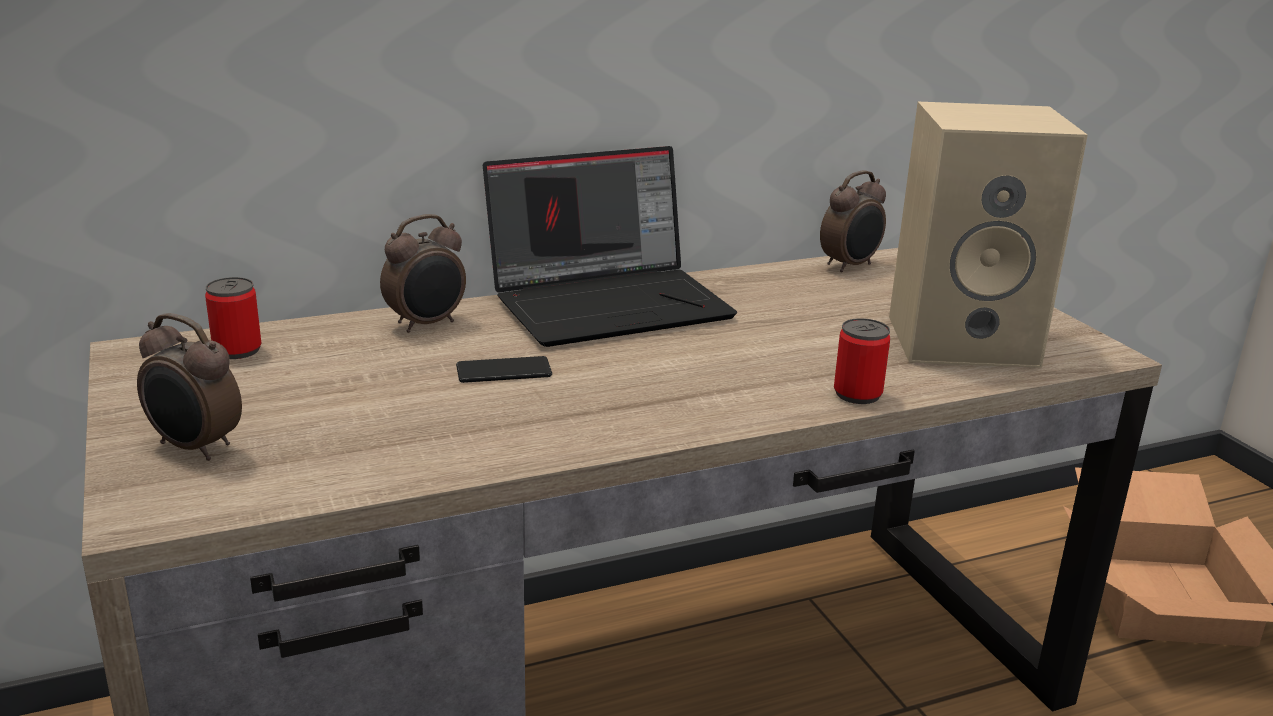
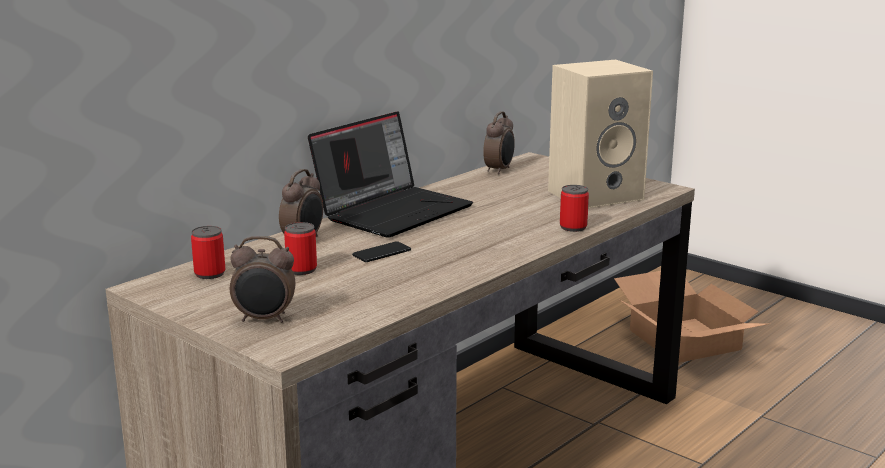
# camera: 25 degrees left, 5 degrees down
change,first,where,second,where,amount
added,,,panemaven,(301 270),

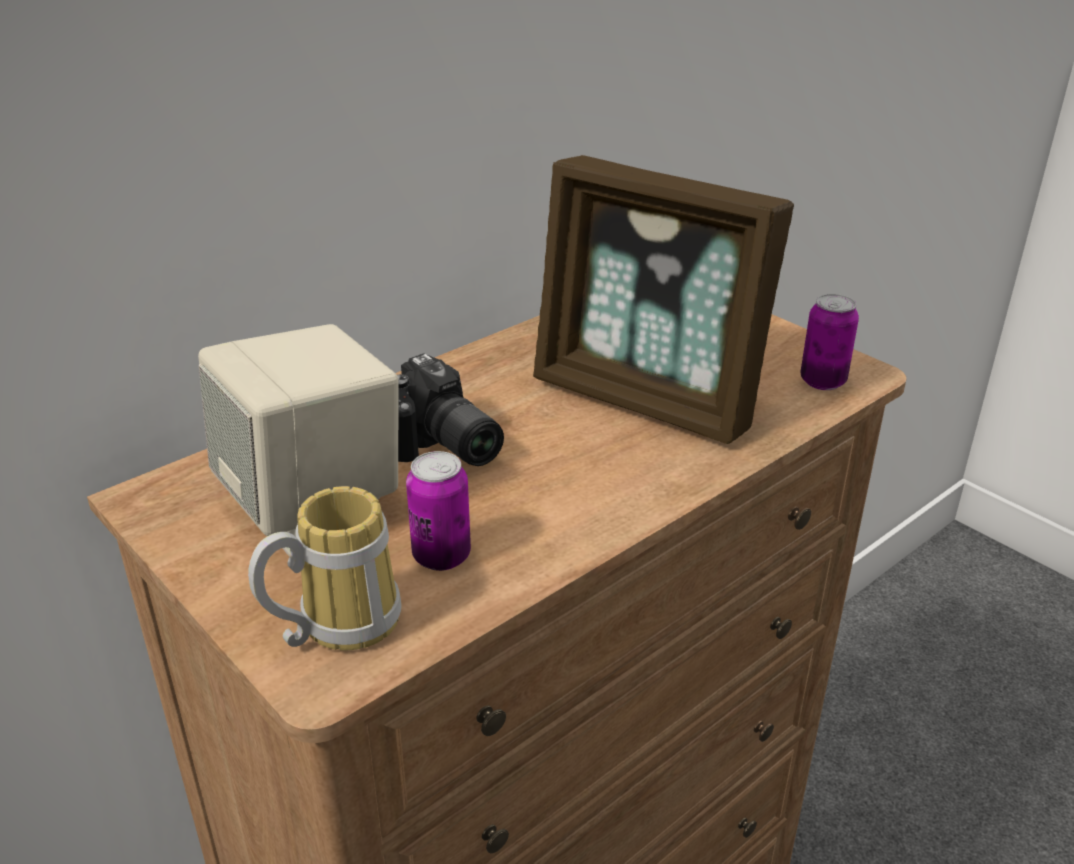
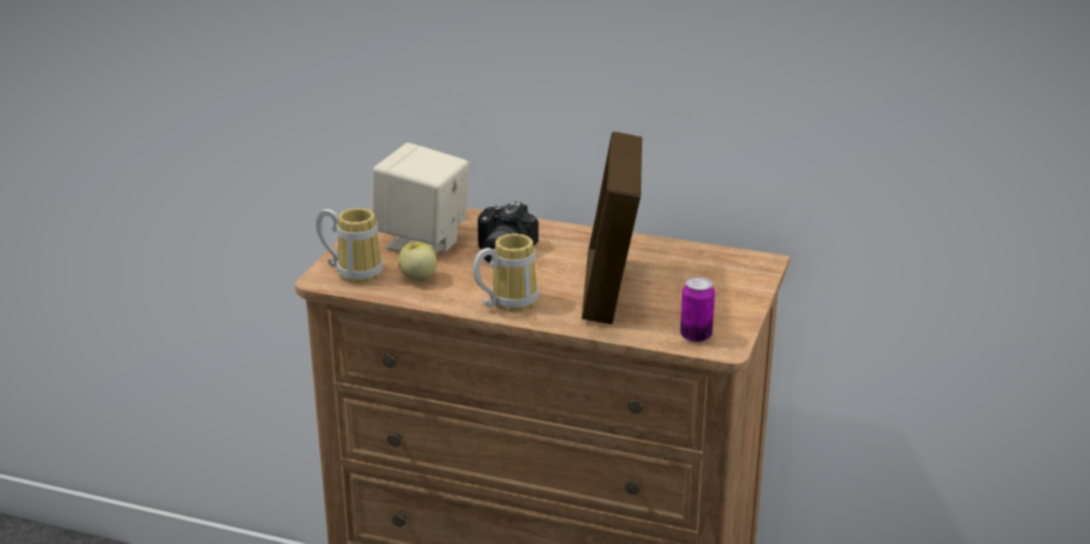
# camera: 60 degrees right, 5 degrees down
change,first,where,second,where,amount
replaced,panemaven,(441 556),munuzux,(418 278),
added,,,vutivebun,(507 302),

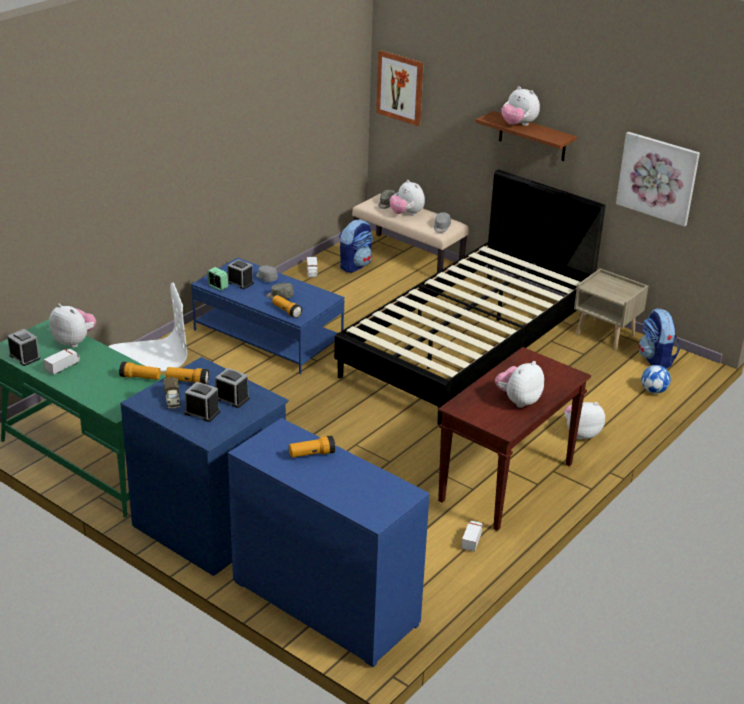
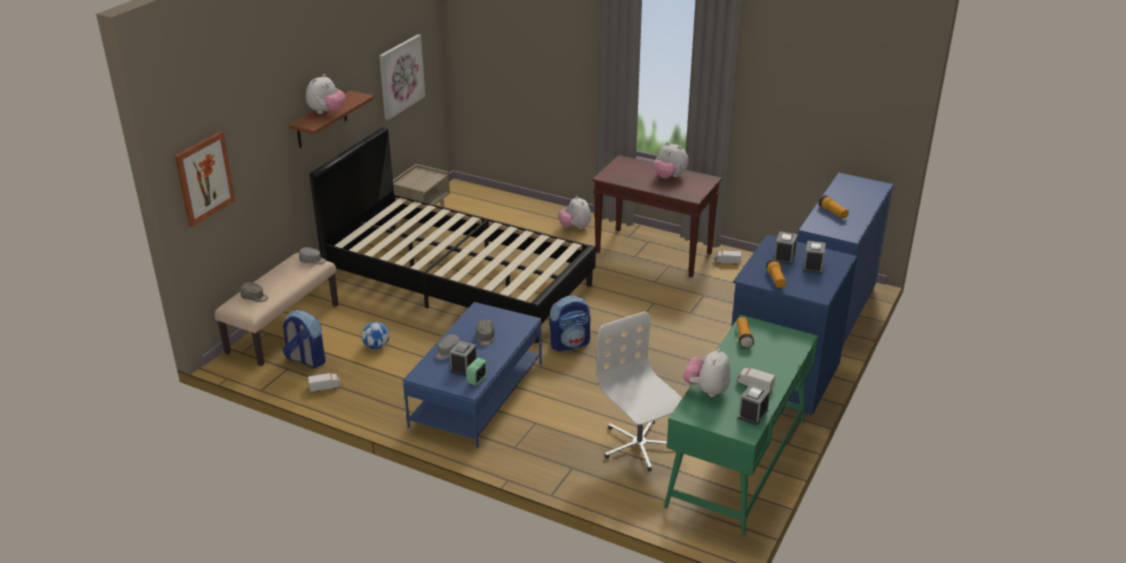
# camera: 100 degrees left, 0 degrees up
change,first,where,second,where,amount
removed,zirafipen,(172 400),,,
removed,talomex,(286 311),,,
removed,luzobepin,(406 214),,,
moved,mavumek,(656 360),,(570 344),
moved,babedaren,(653 391),,(376 346),

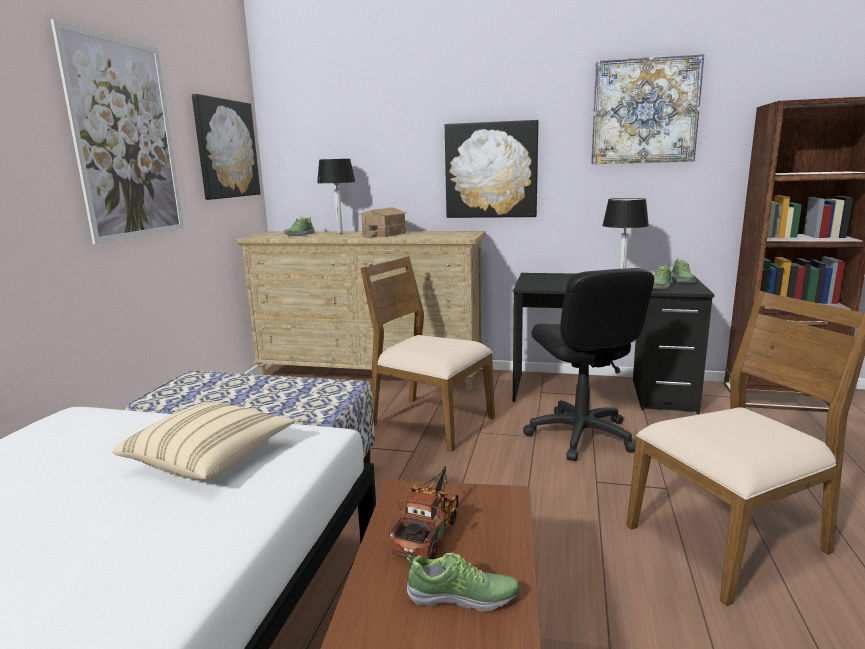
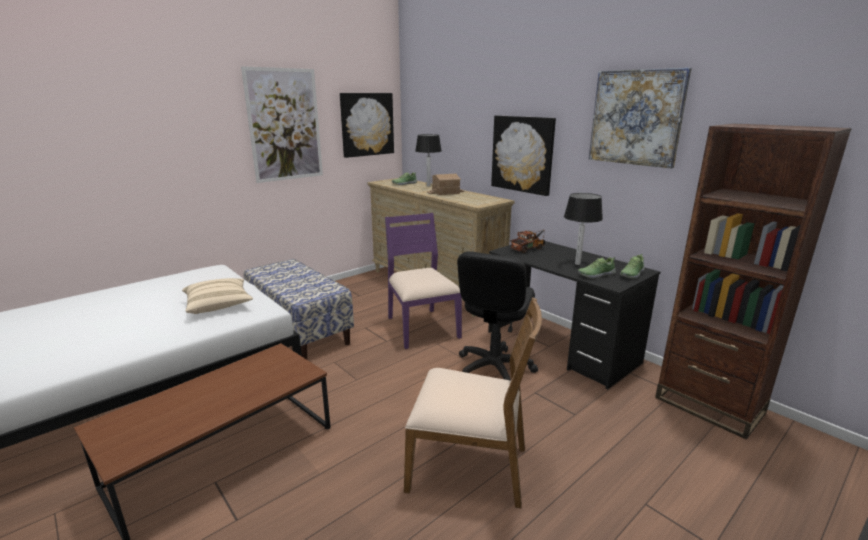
# camera: 35 degrees right, 5 degrees up
change,first,where,second,where,amount
recoloured,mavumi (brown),(430 421),mavumi (purple),(421 327),
moved,zirafipen,(429 531),,(529 248),
removed,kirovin,(462 597),,,

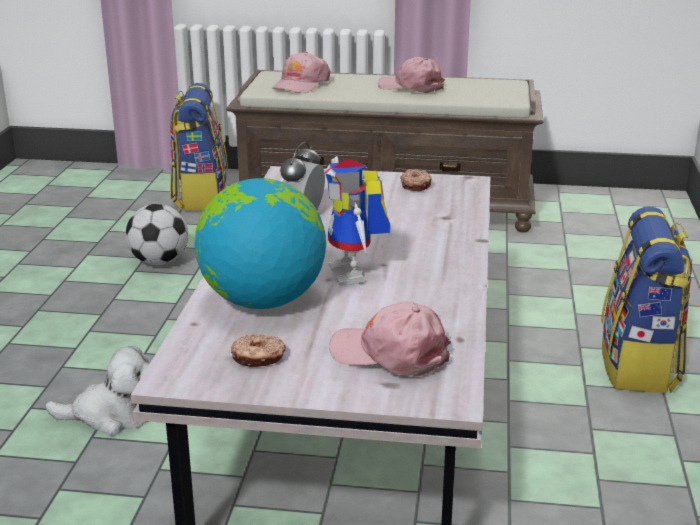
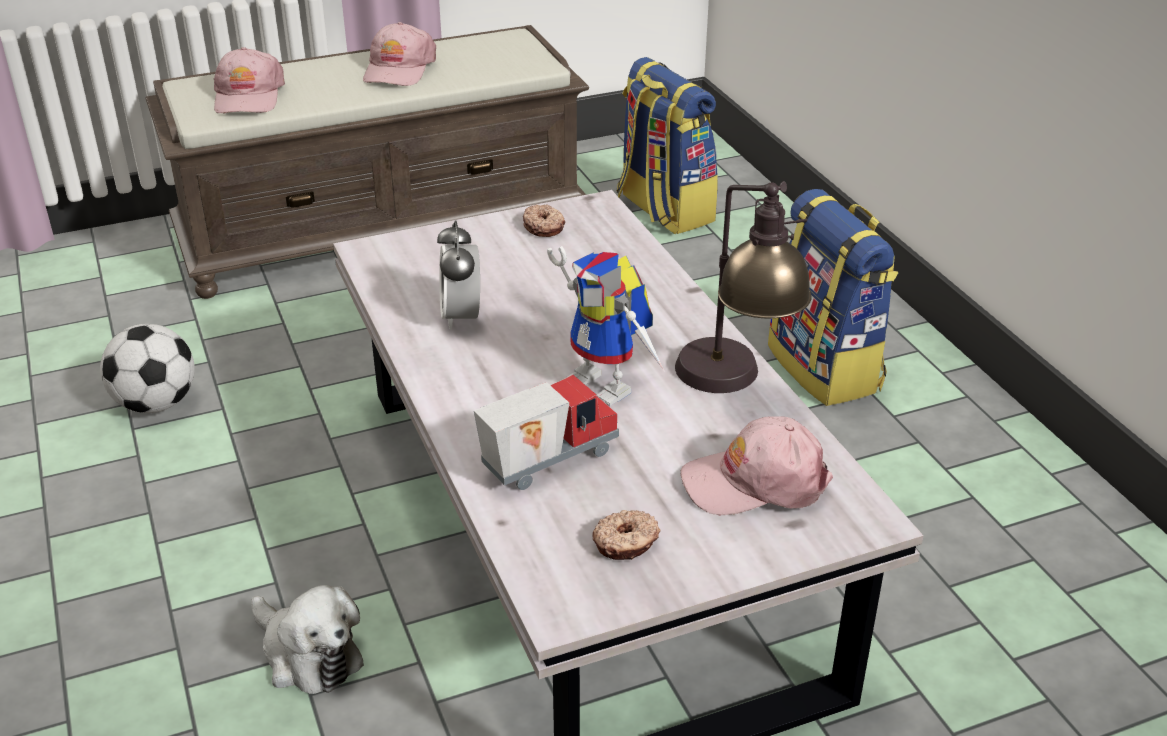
# camera: 30 degrees left, 10 degrees up
change,first,where,second,where,amount
turned,luzobepin,(111 415),,(308 655),75 degrees clockwise
moved,mavumek,(200 197),,(663 210),
replaced,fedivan,(263 301),zirafipen,(546 459),
turned,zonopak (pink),(411 87),,(399 69),75 degrees counterclockwise
added,,,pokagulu,(735 385),

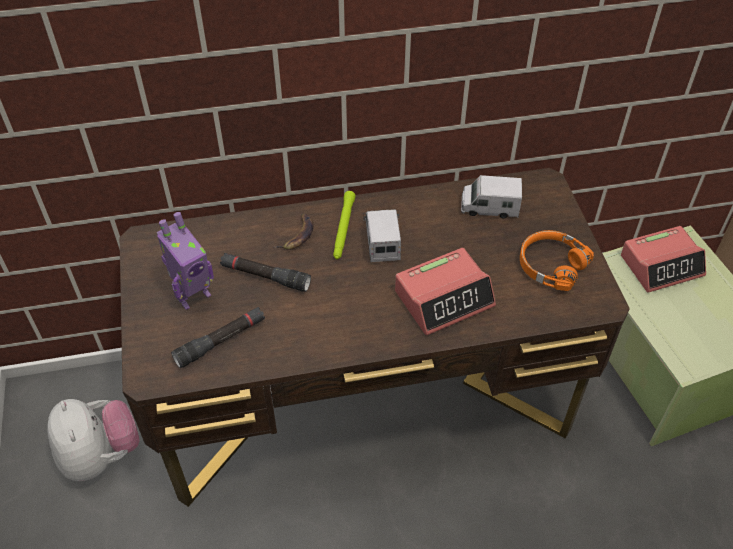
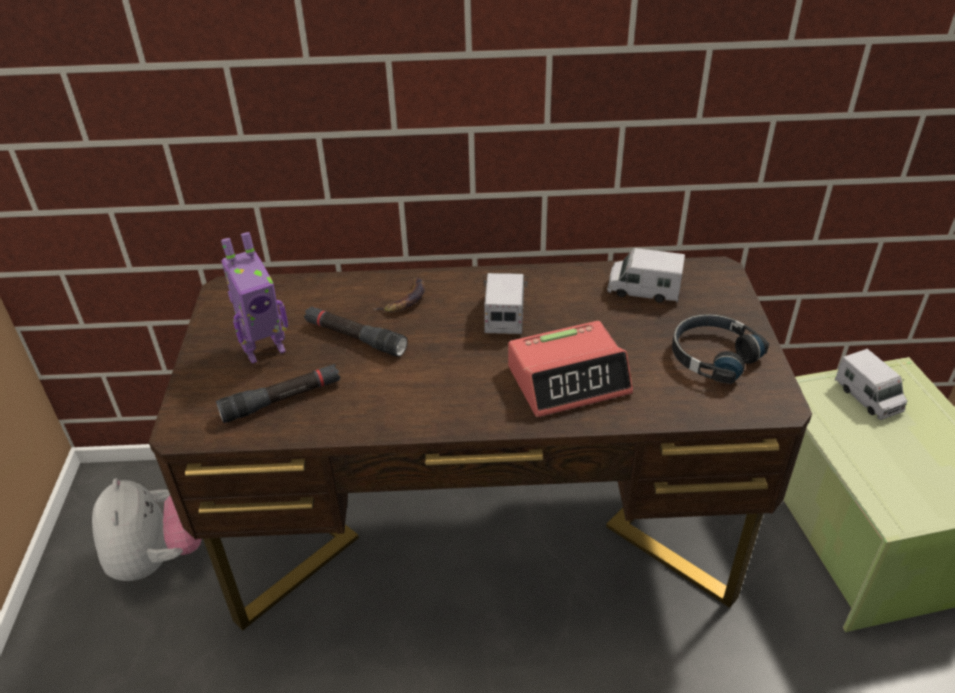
# camera: 10 degrees right, 10 degrees down
change,first,where,second,where,amount
removed,talomex (green),(343 229),,,
recoloured,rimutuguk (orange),(551 265),rimutuguk (black),(712 356),
replaced,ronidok,(662 265),zirafipen,(868 397),

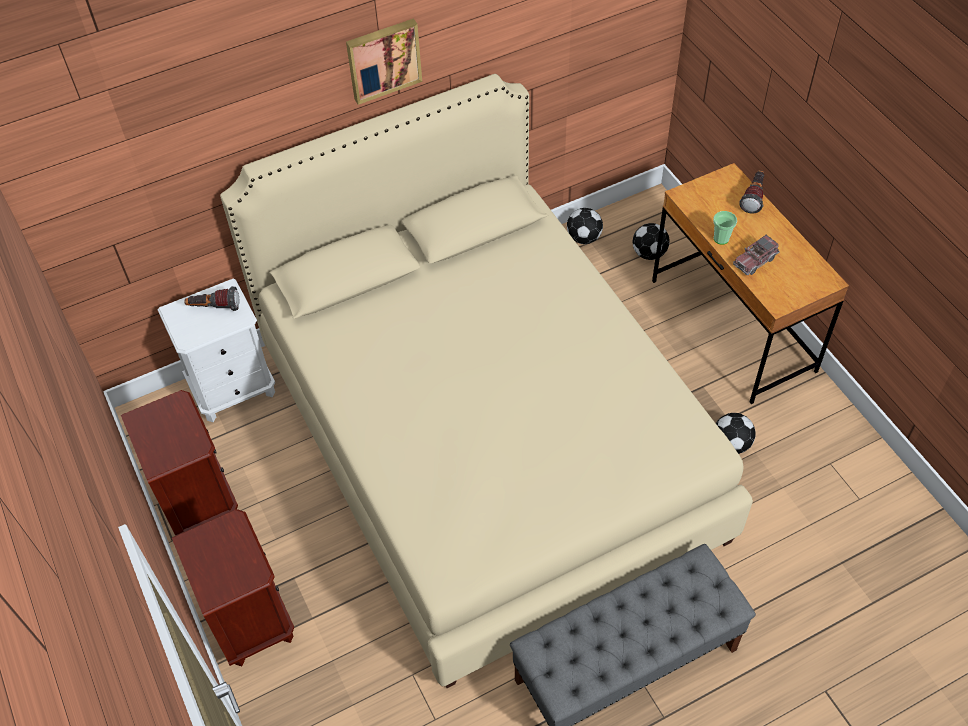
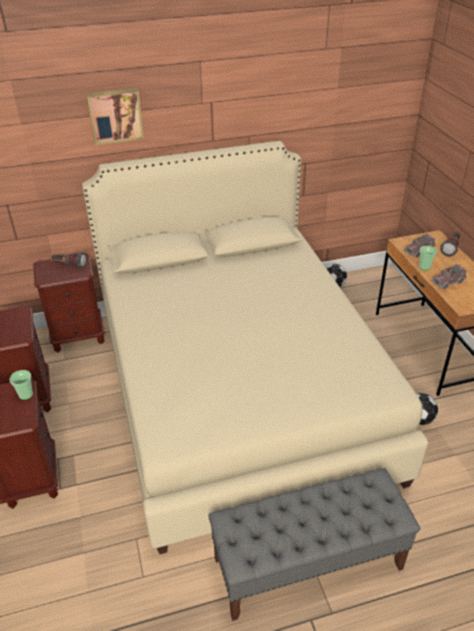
# camera: 10 degrees right, 15 degrees down
change,first,where,second,where,amount
recoloured,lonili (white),(233 389),lonili (brown),(78 336),
moved,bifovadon,(383 59),,(115 115),
removed,babedaren,(649 253),,,
added,,,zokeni,(26 394),
added,,,zirafipen,(419 250),

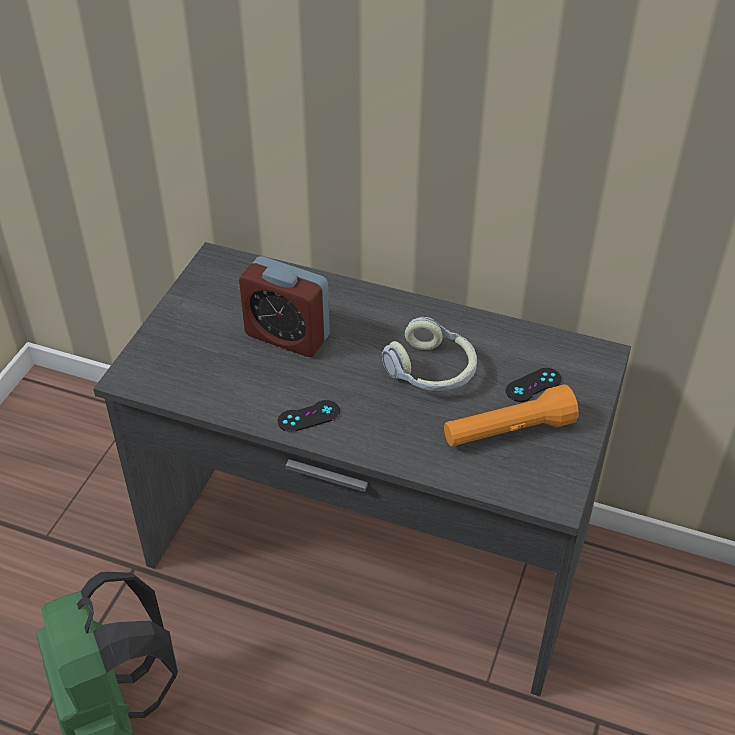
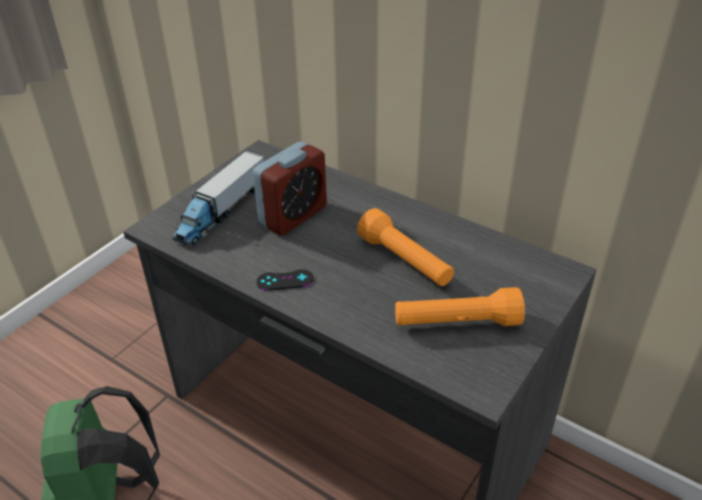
# camera: 15 degrees right, 5 degrees down
change,first,where,second,where,amount
turned,ronidok,(287 336),,(293 215),90 degrees counterclockwise
replaced,rimutuguk,(432 371),talomex (orange),(405 261),
removed,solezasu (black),(533 385),,,
added,,,zirafipen,(222 211),

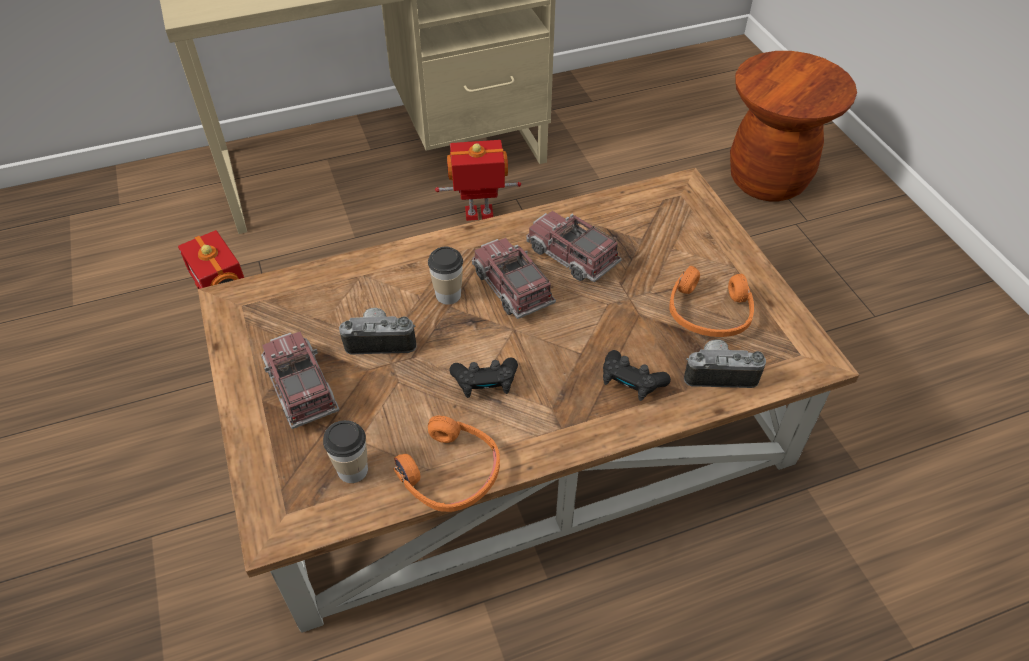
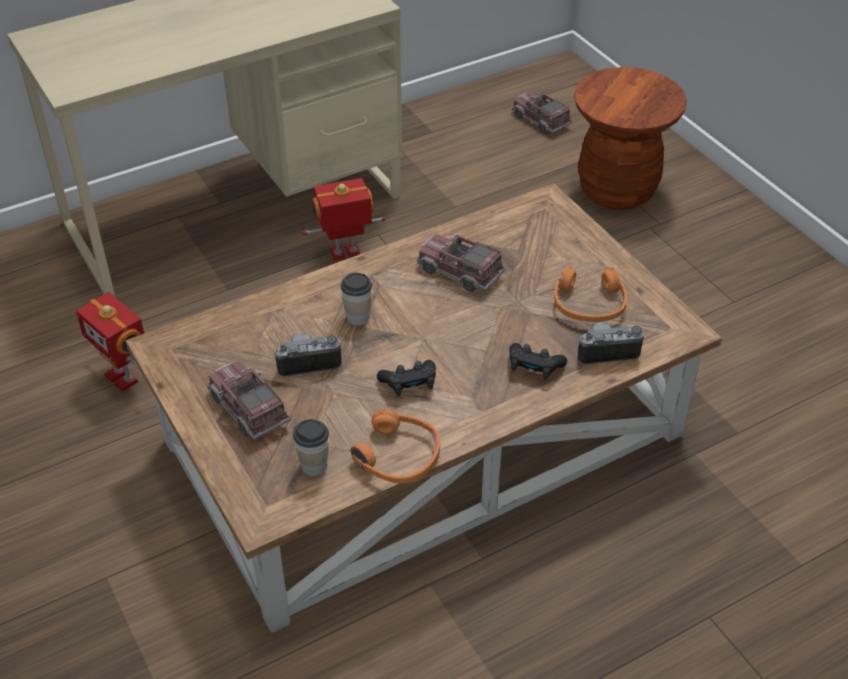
# camera: 10 degrees left, 5 degrees down
change,first,where,second,where,amount
moved,zirafipen,(512 288),,(540 120),

